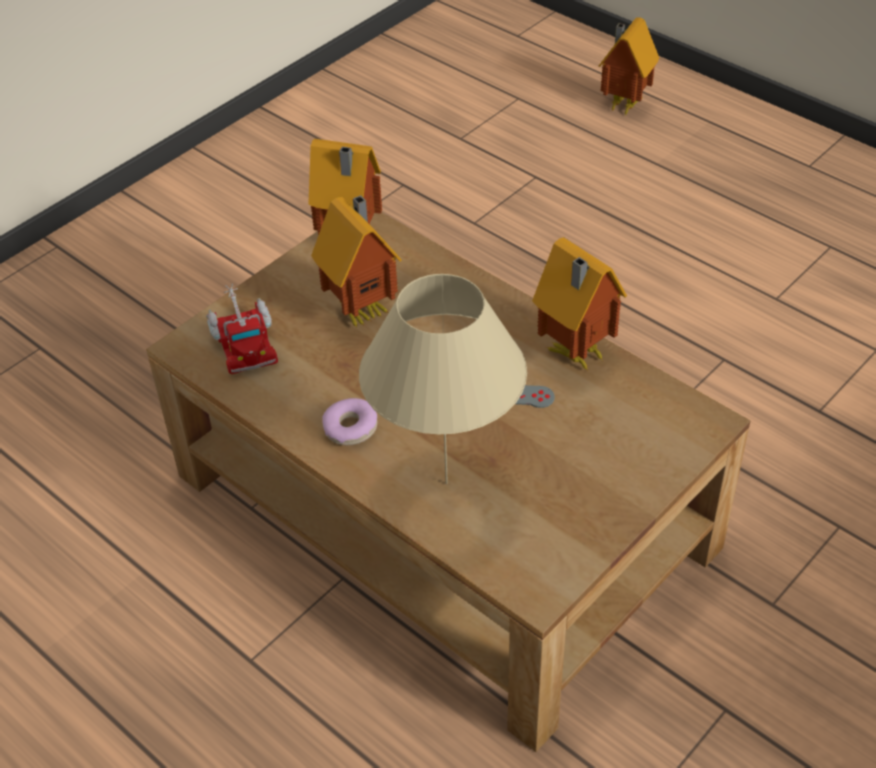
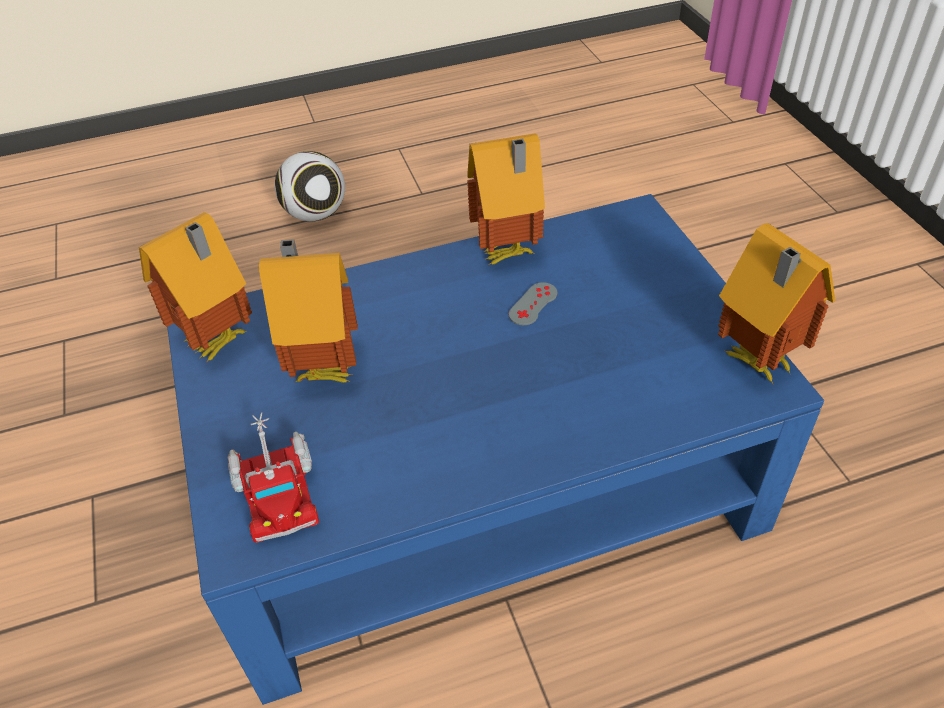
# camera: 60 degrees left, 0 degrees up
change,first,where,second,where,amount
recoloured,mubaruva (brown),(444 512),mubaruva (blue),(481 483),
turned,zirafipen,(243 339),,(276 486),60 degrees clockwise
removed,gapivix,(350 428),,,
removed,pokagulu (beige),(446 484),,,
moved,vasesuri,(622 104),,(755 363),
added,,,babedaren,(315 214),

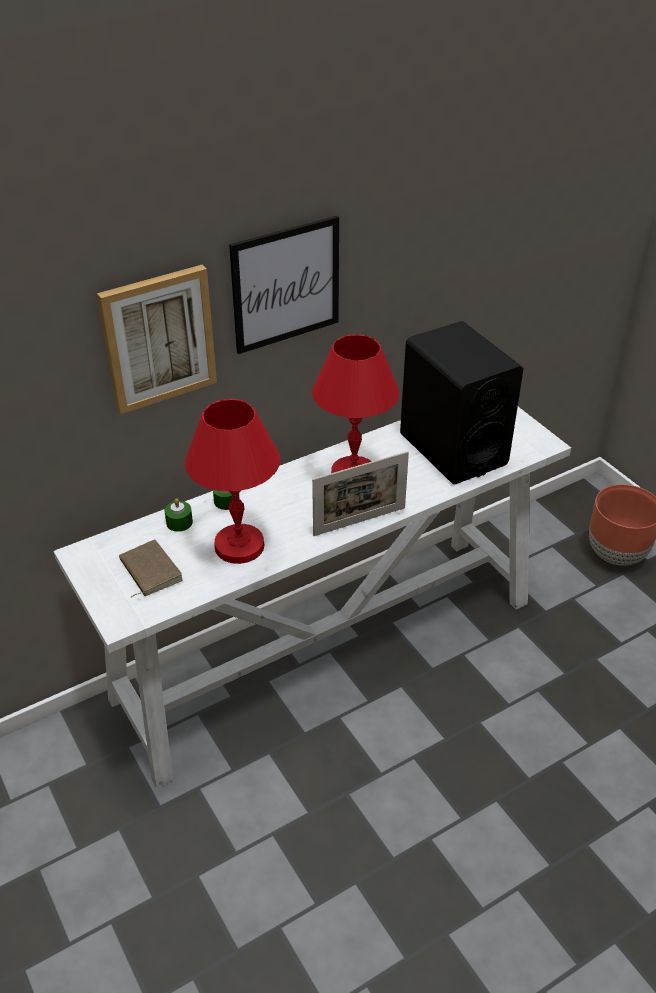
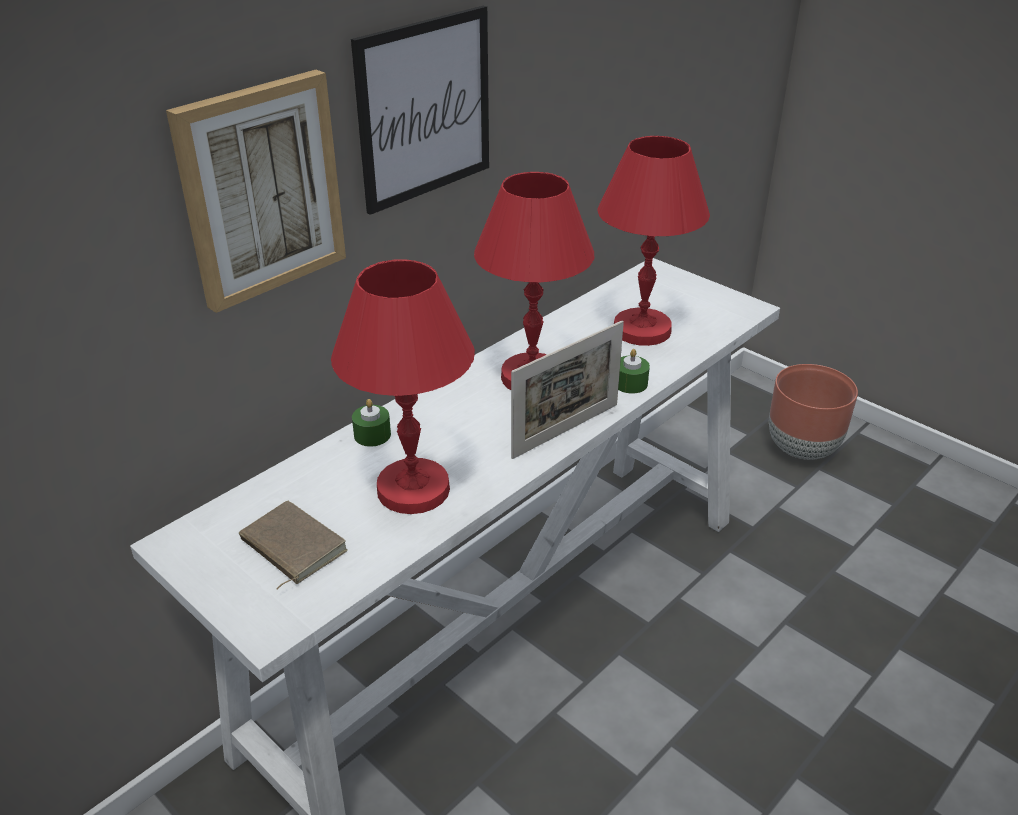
# camera: 15 degrees left, 5 degrees down
change,first,where,second,where,amount
moved,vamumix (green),(179 522),,(630 383),
replaced,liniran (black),(452 449),pokagulu (red),(642 329),

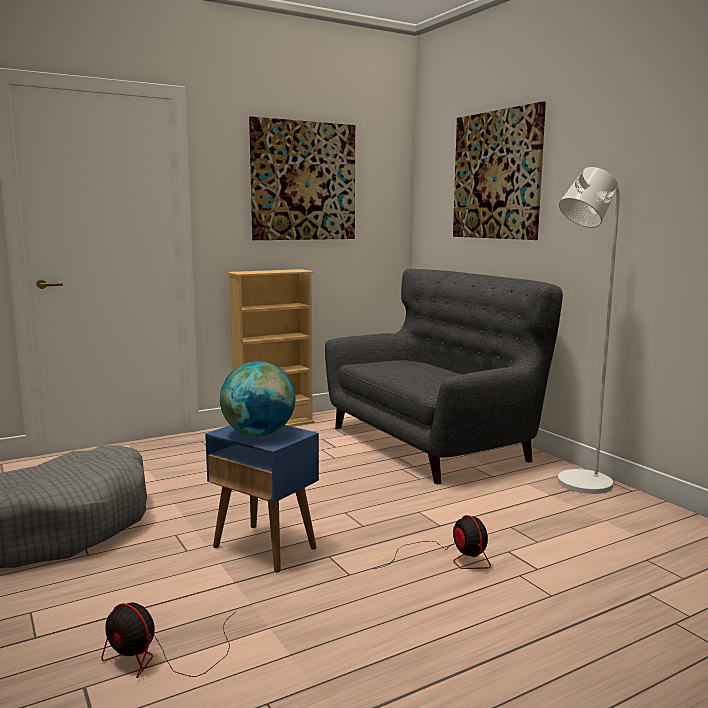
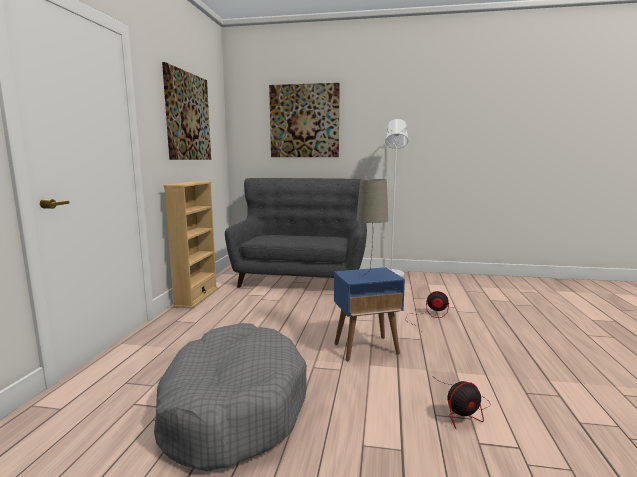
# camera: 50 degrees left, 0 degrees up
change,first,where,second,where,amount
replaced,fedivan,(259 434),pokagulu (beige),(370 275),

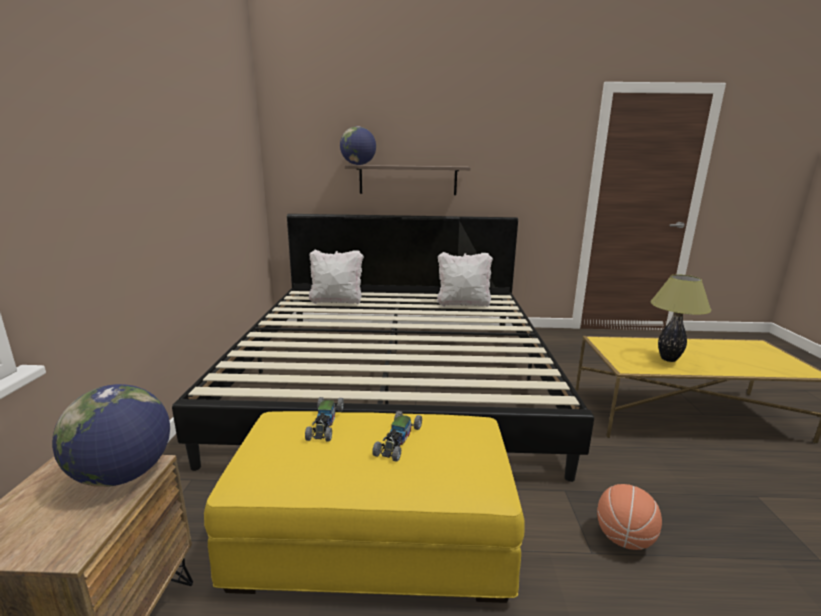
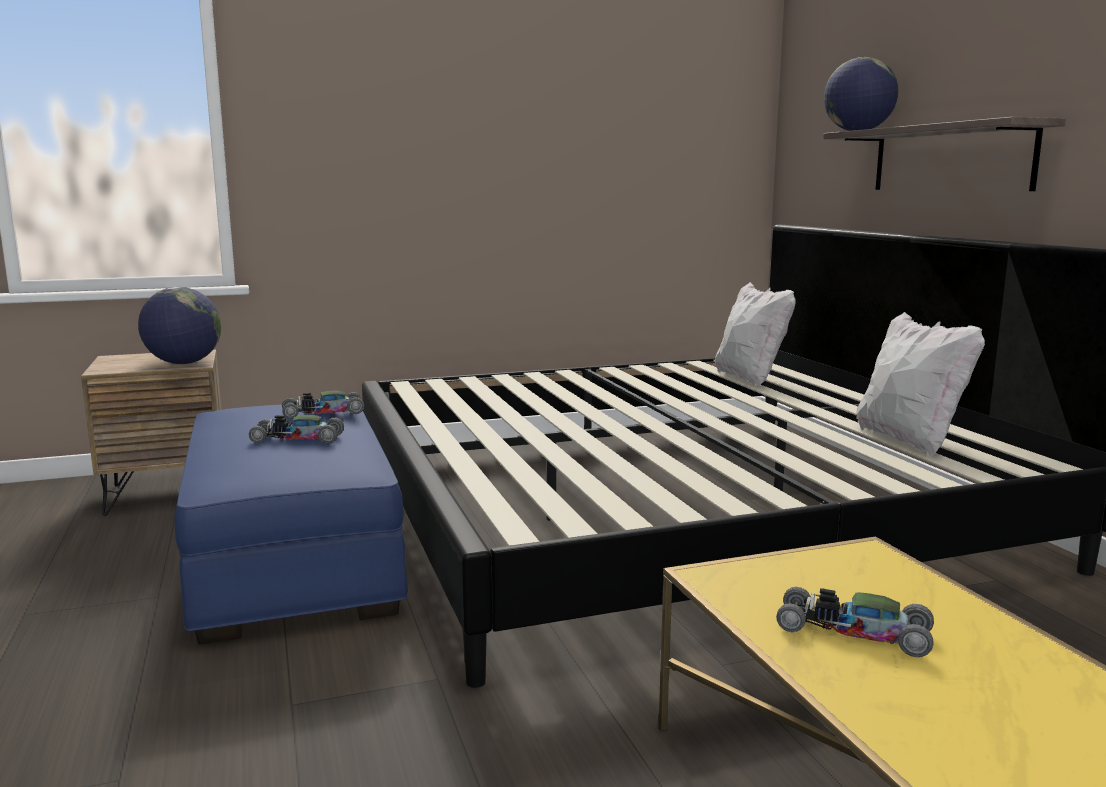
# camera: 70 degrees right, 5 degrees down
change,first,where,second,where,amount
recoloured,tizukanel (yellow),(373 536),tizukanel (blue),(293 559),
removed,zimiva,(623 538),,,
replaced,pokagulu,(669 359),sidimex,(853 632),

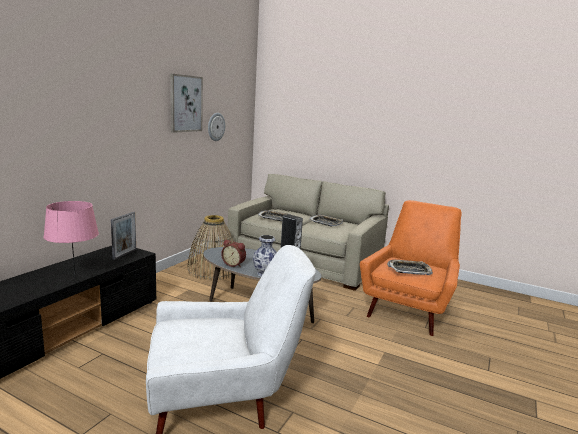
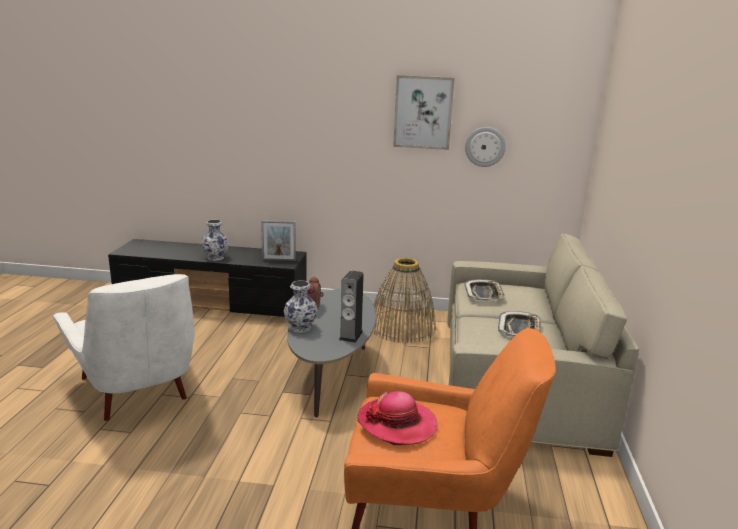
# camera: 70 degrees right, 5 degrees up
change,first,where,second,where,amount
replaced,pokagulu (pink),(74 276),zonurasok,(215 258),
replaced,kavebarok,(409 270),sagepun,(397 423),

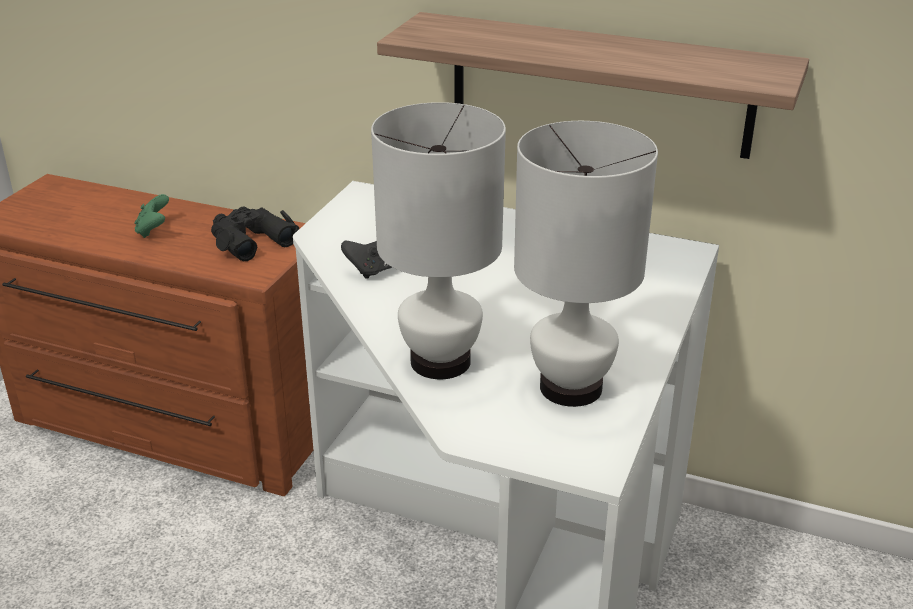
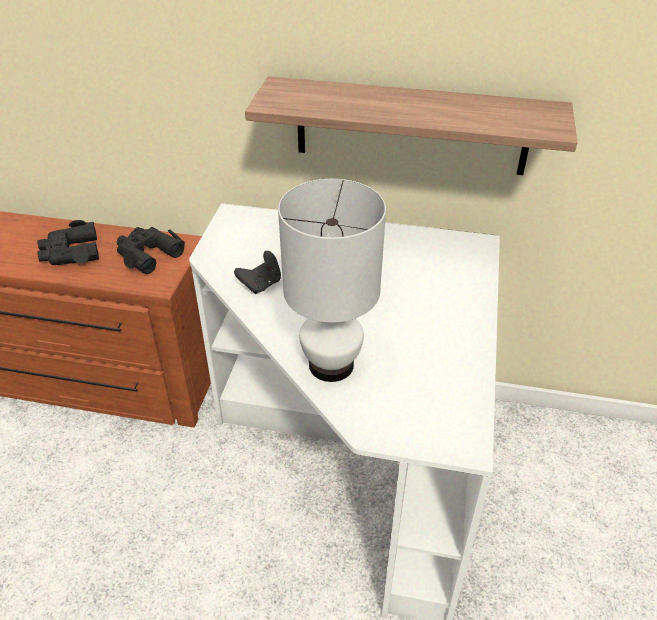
# camera: 10 degrees left, 10 degrees up
change,first,where,second,where,amount
replaced,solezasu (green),(153 230),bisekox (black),(70 252),
removed,pokagulu (white),(571 388),,,

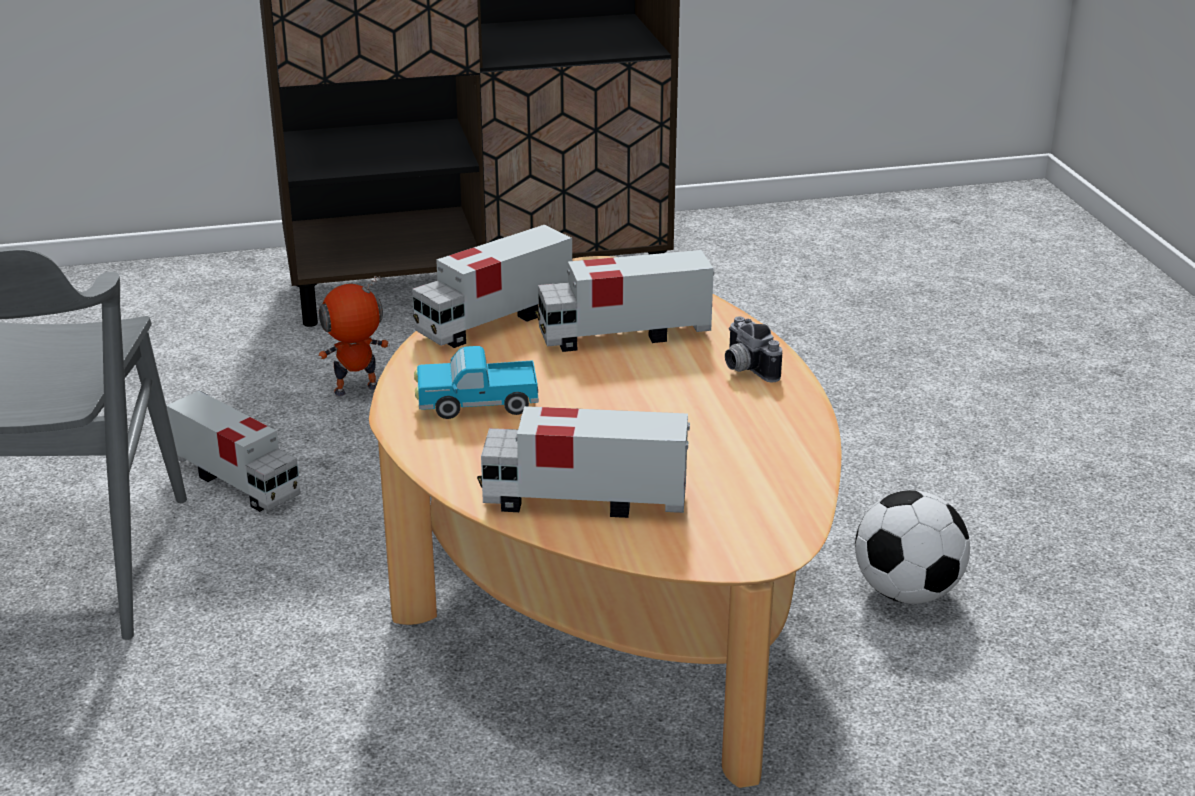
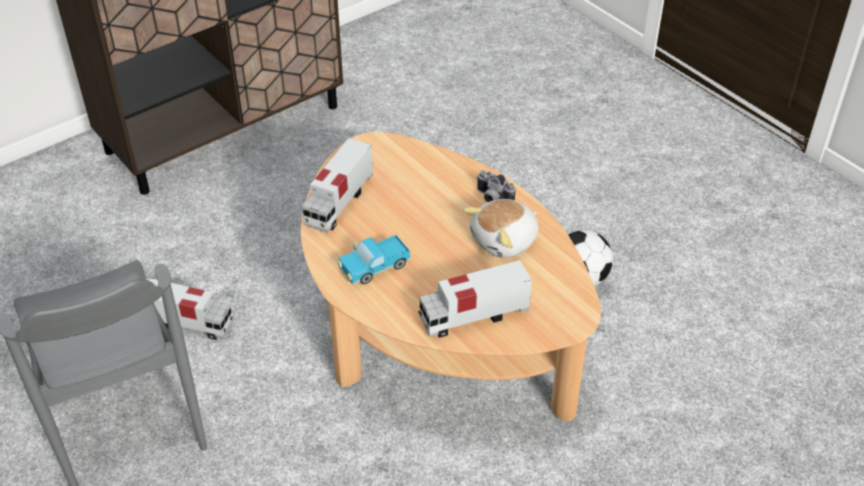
# camera: 25 degrees left, 15 degrees up
change,first,where,second,where,amount
removed,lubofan,(357 390),,,
removed,zirafipen,(623 335),,,
added,,,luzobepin,(505 241),

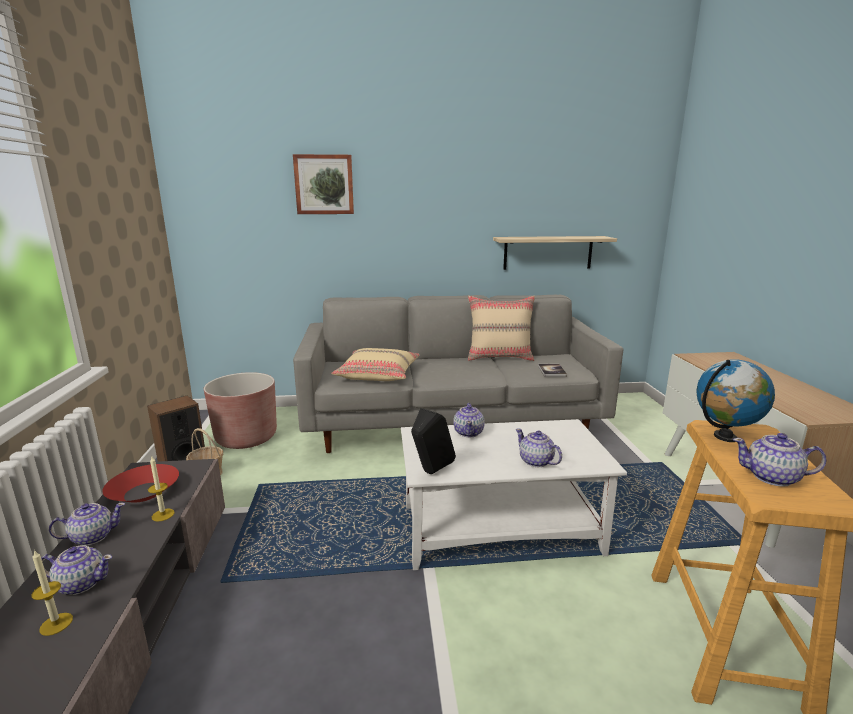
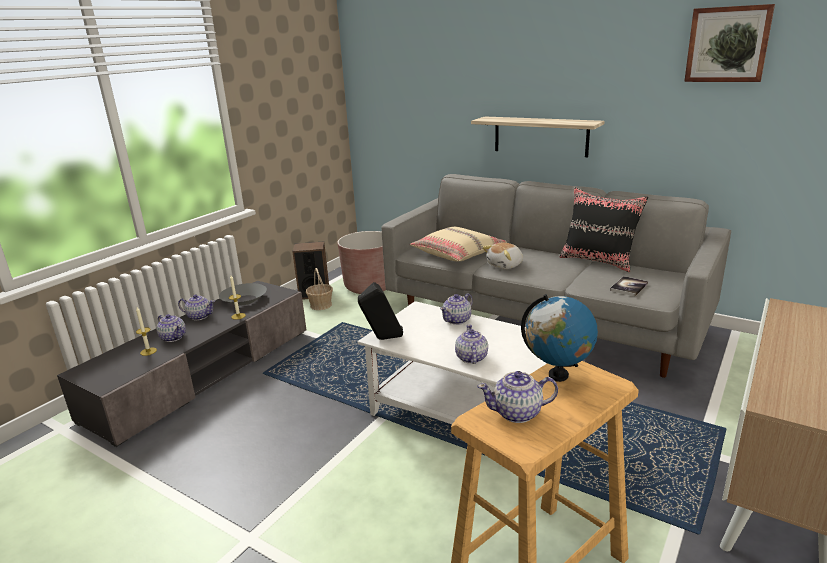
# camera: 40 degrees right, 5 degrees up
change,first,where,second,where,amount
recoloured,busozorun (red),(144 492),busozorun (grey),(244 300),
moved,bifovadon,(324 184),,(727 44),
recoloured,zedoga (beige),(500 357),zedoga (black),(598 261),
moved,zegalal,(548 252),,(540 136),
turned,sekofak,(772 477),,(518 413),60 degrees counterclockwise
added,,,luzobepin,(505 265),

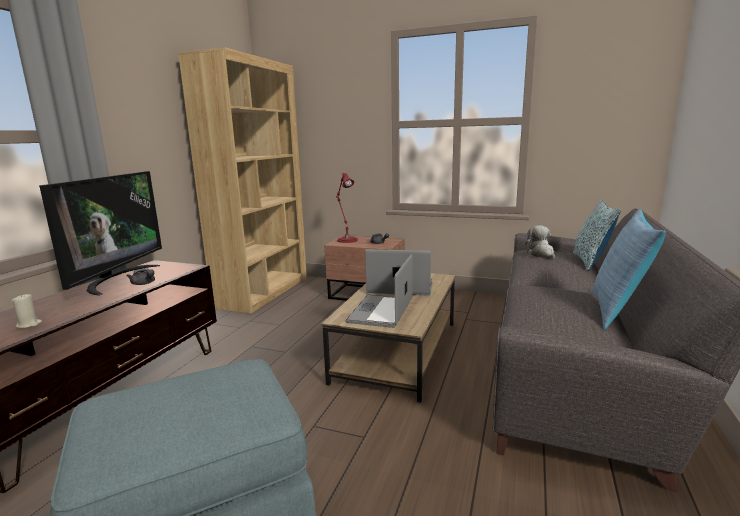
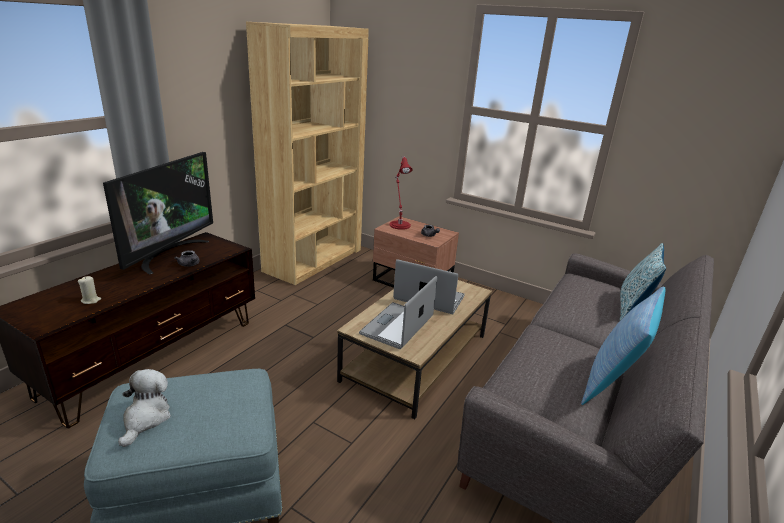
# camera: 10 degrees right, 10 degrees up
change,first,where,second,where,amount
moved,luzobepin,(541 255),,(146 418),

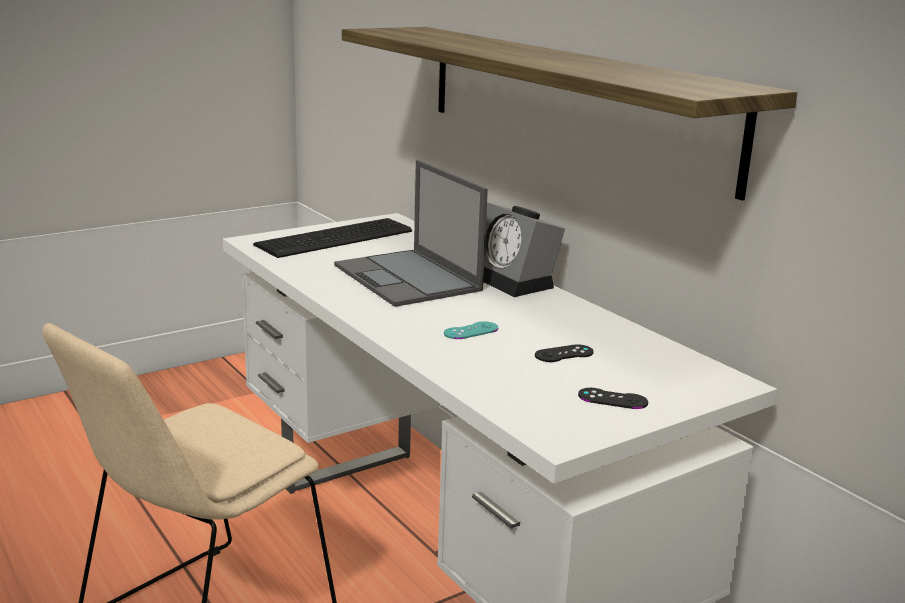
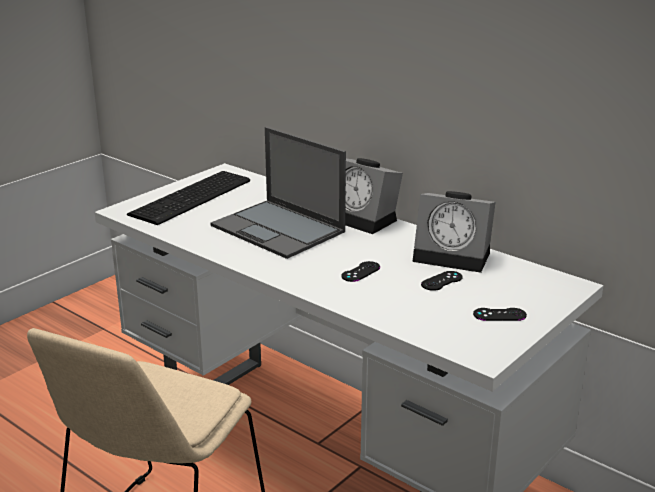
# camera: 15 degrees left, 5 degrees up
change,first,where,second,where,amount
removed,zegalal,(569 100),,,
recoloured,solezasu (turquoise),(471 331),solezasu (black),(360 272),
added,,,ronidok,(454 256),

